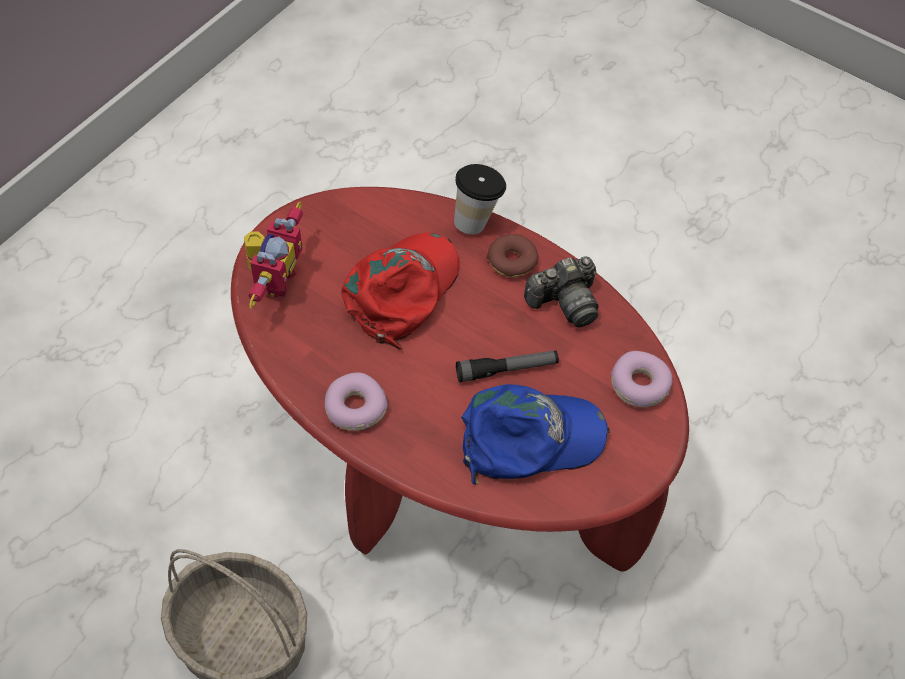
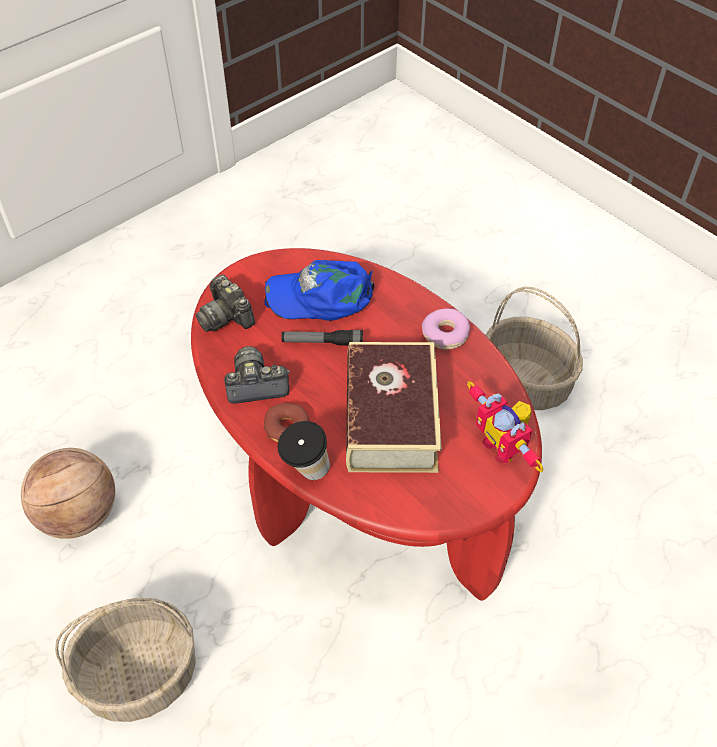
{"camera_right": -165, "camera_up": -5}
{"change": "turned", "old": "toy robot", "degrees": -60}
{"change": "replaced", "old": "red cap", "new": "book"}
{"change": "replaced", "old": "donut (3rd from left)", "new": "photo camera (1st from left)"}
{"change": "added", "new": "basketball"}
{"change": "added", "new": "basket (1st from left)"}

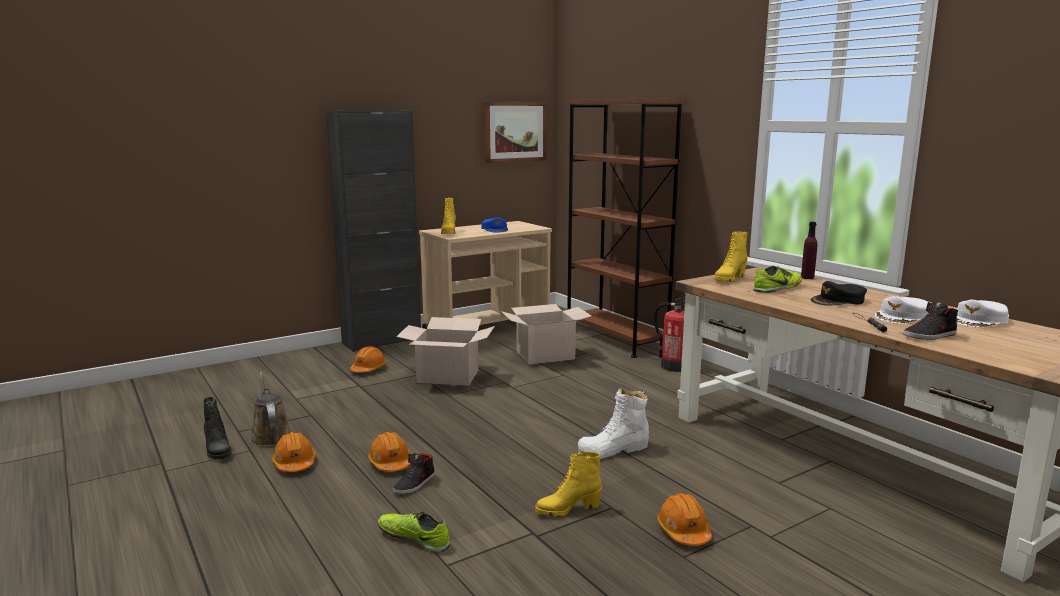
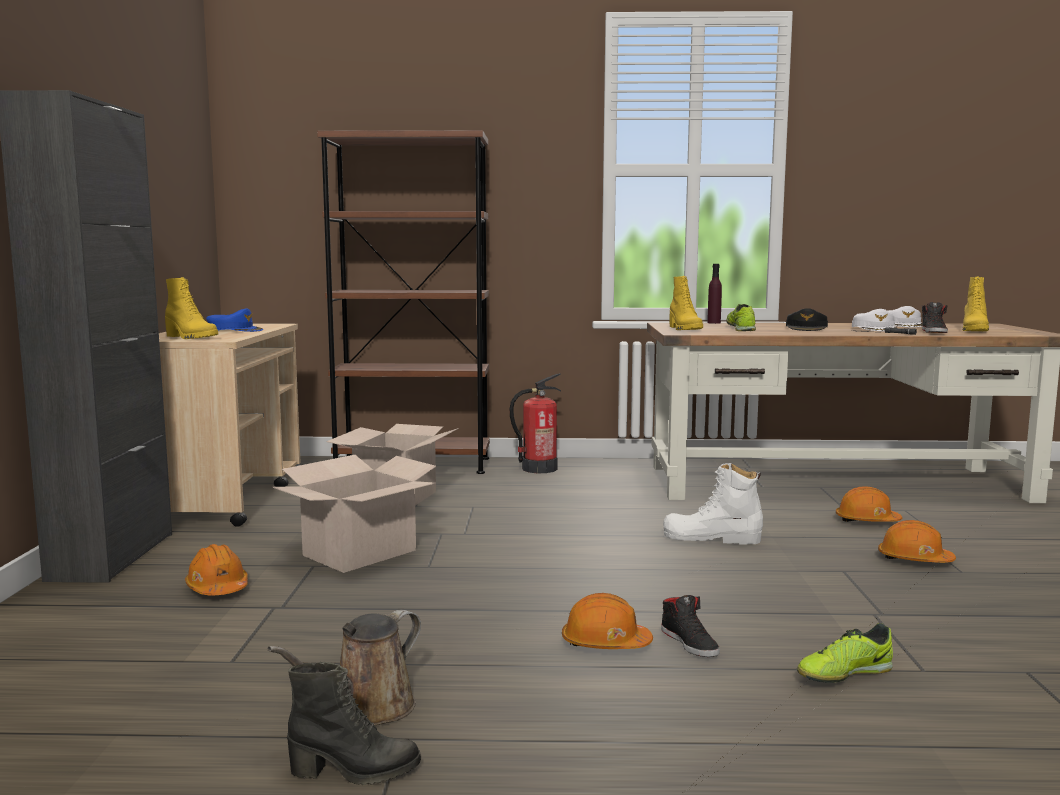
{"camera_right": -55, "camera_up": -5}
{"change": "removed", "old": "picture"}
{"change": "turned", "old": "brown watering can", "degrees": -60}
{"change": "turned", "old": "white boot", "degrees": 90}
{"change": "moved", "old": "orange hard hat (1st from left in the first image)", "new": "orange hard hat (3rd from left)"}
{"change": "moved", "old": "yellow boot (2nd from left in the first image)", "new": "yellow boot (3rd from left)"}

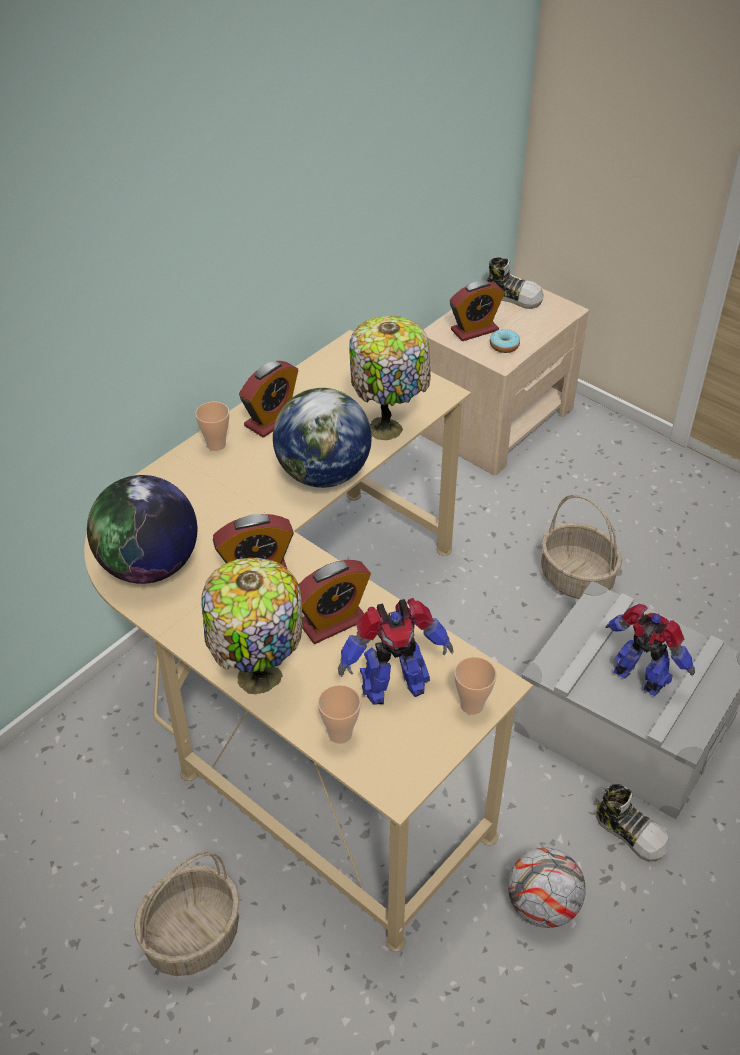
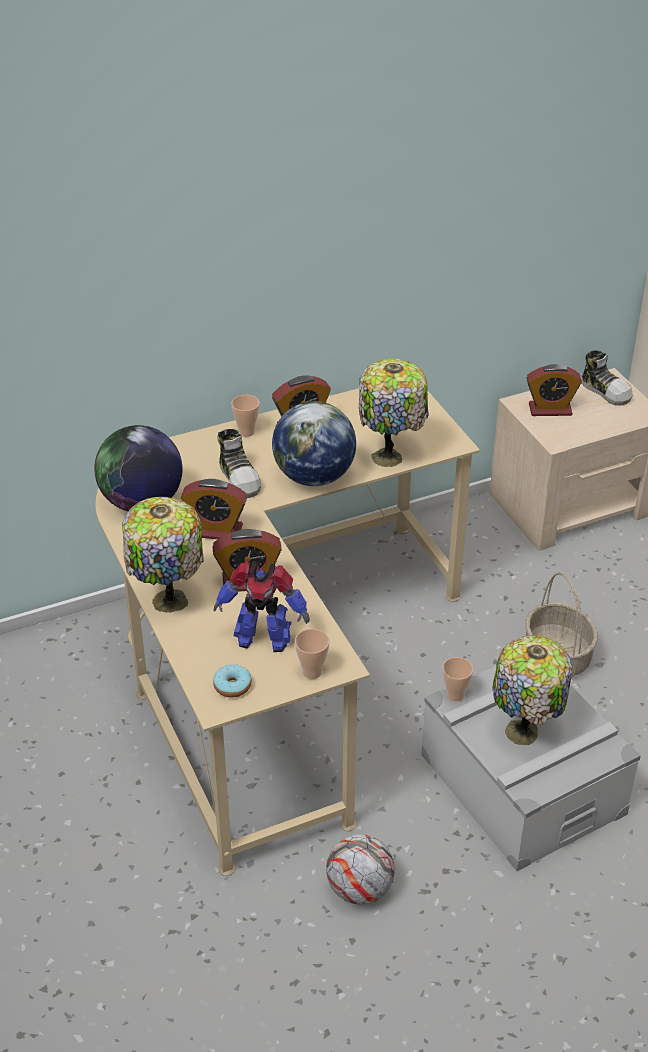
{"camera_right": 25, "camera_up": -5}
{"change": "moved", "old": "donut"}
{"change": "replaced", "old": "toy robot (2nd from left)", "new": "table lamp (3rd from left)"}
{"change": "moved", "old": "cup (2nd from left in the first image)", "new": "cup (3rd from left)"}
{"change": "moved", "old": "shoe (2nd from left in the first image)", "new": "shoe (1st from left)"}
{"change": "removed", "old": "basket (1st from left)"}

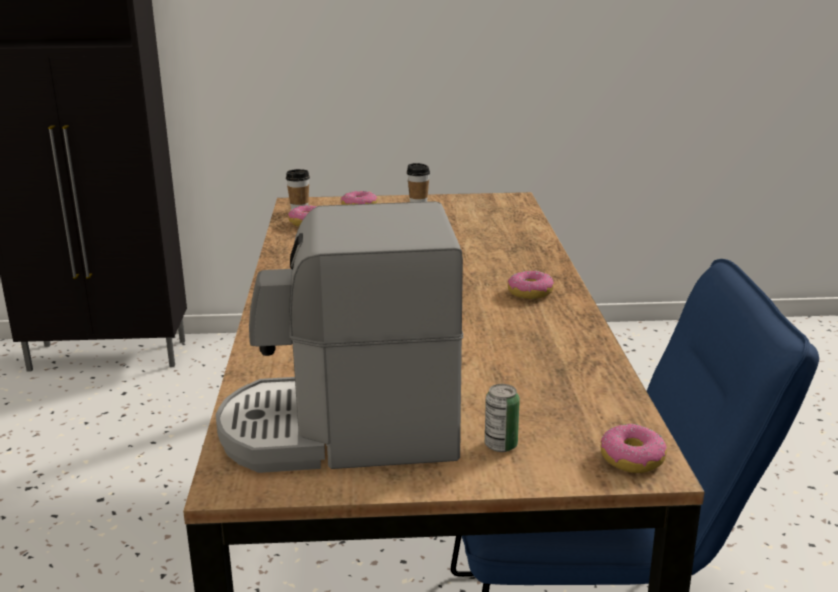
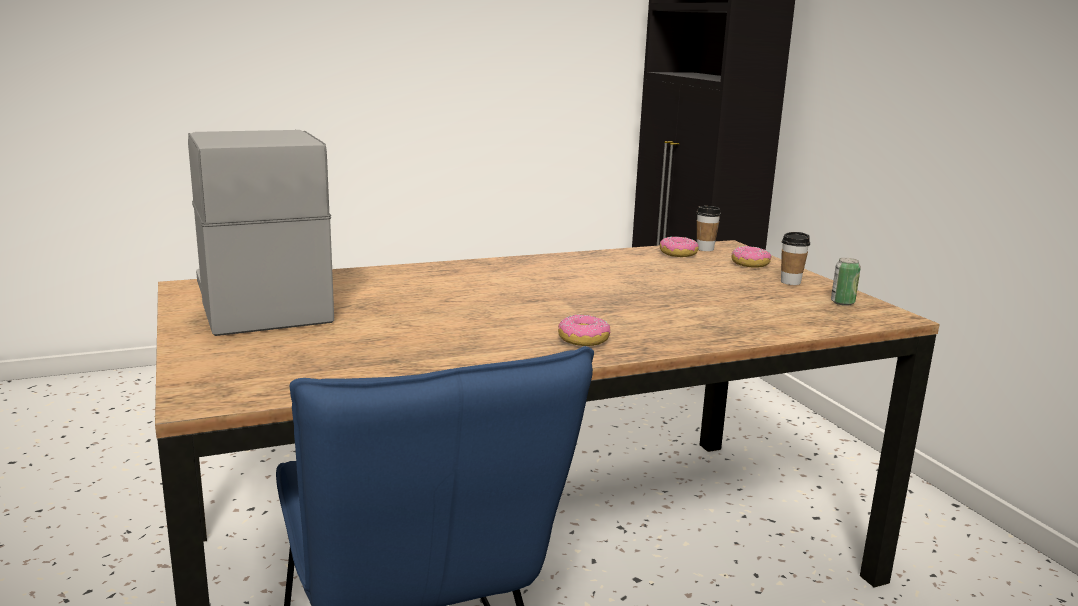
{"camera_right": 70, "camera_up": -5}
{"change": "moved", "old": "can"}
{"change": "removed", "old": "donut (4th from left)"}

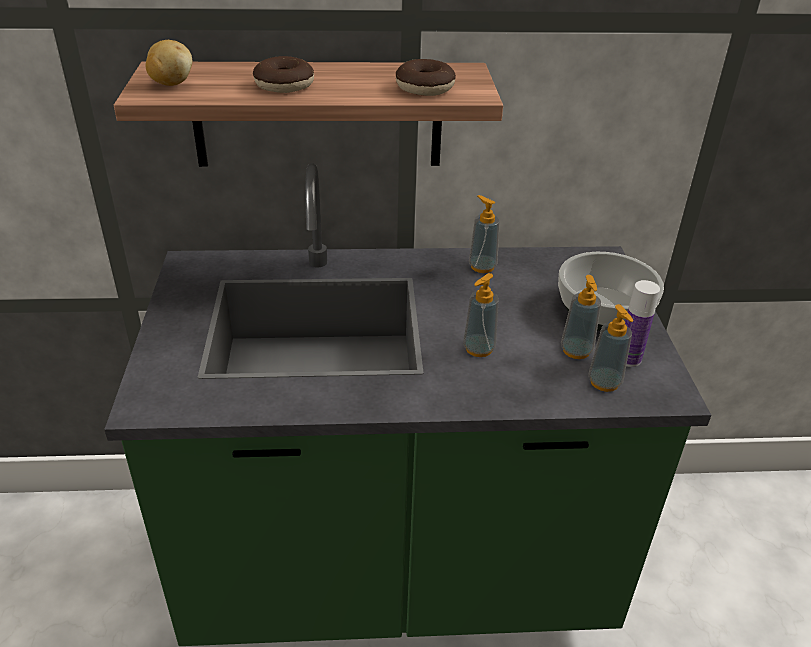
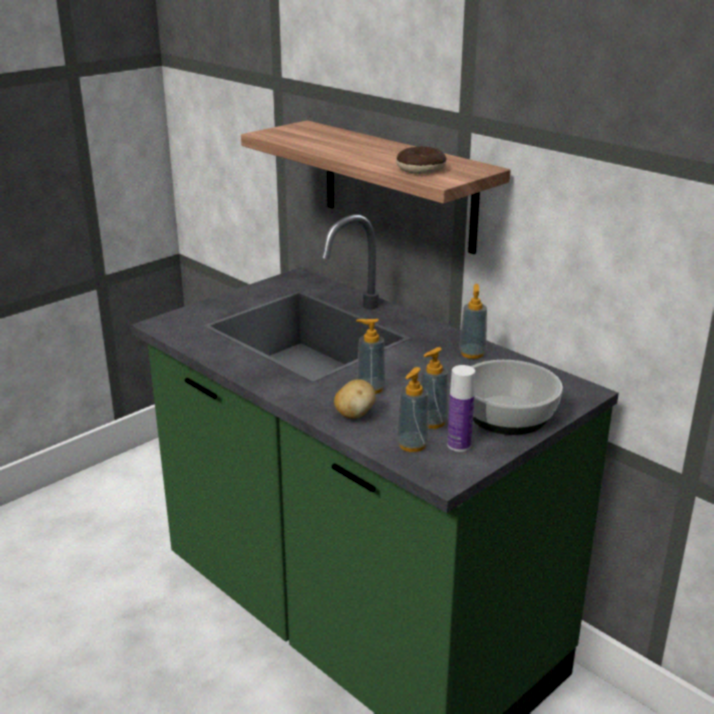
{"camera_right": 50, "camera_up": -10}
{"change": "moved", "old": "potato"}
{"change": "removed", "old": "donut (1st from left)"}

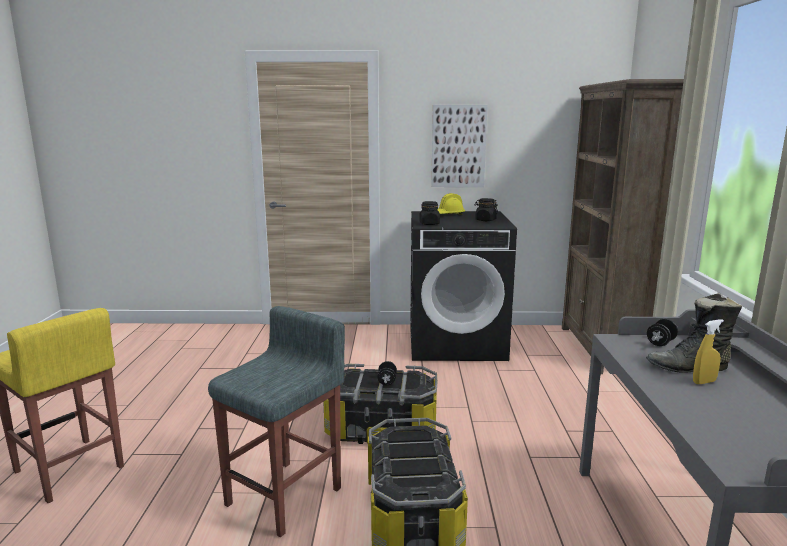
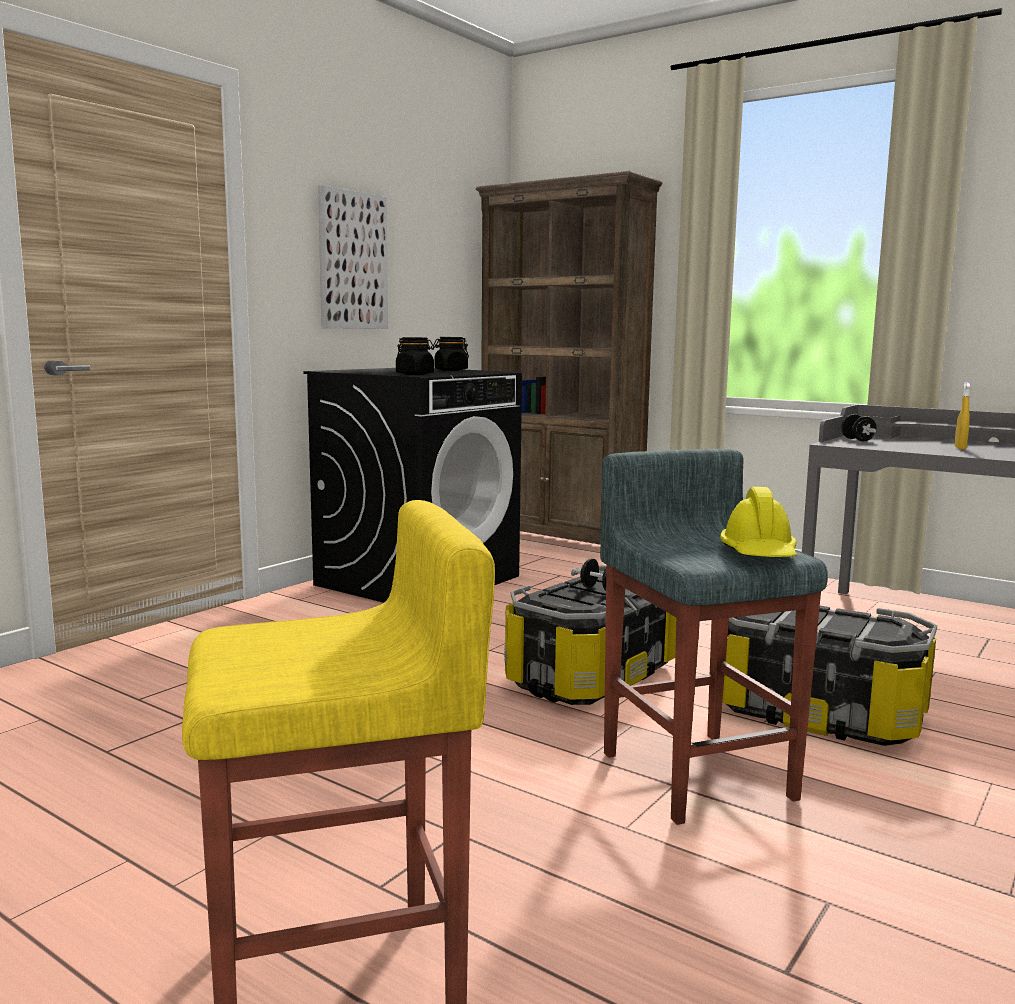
{"camera_right": -55, "camera_up": -5}
{"change": "moved", "old": "yellow hard hat"}
{"change": "removed", "old": "black boot"}

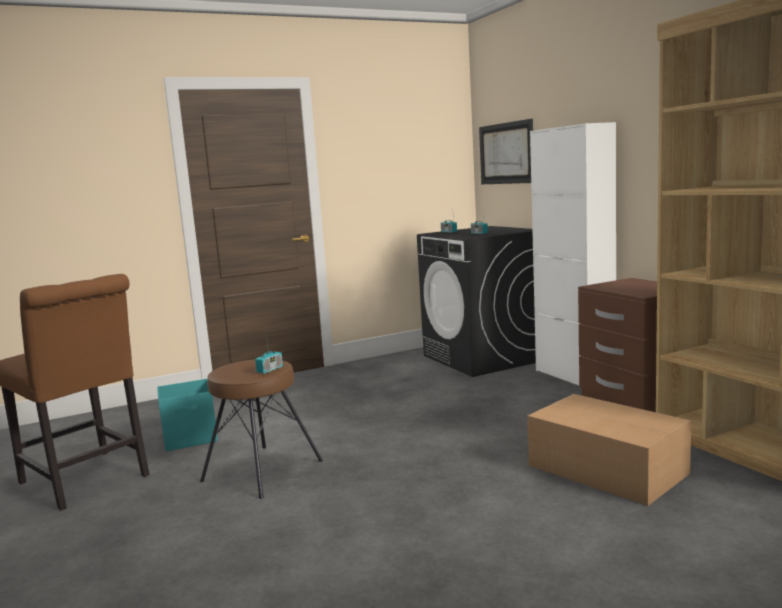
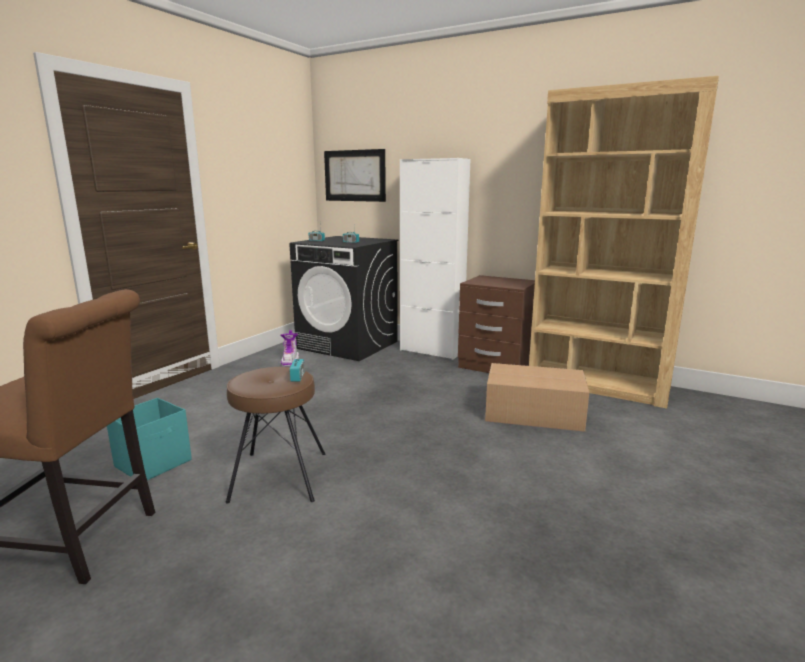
{"camera_right": -35, "camera_up": 5}
{"change": "added", "new": "boot"}

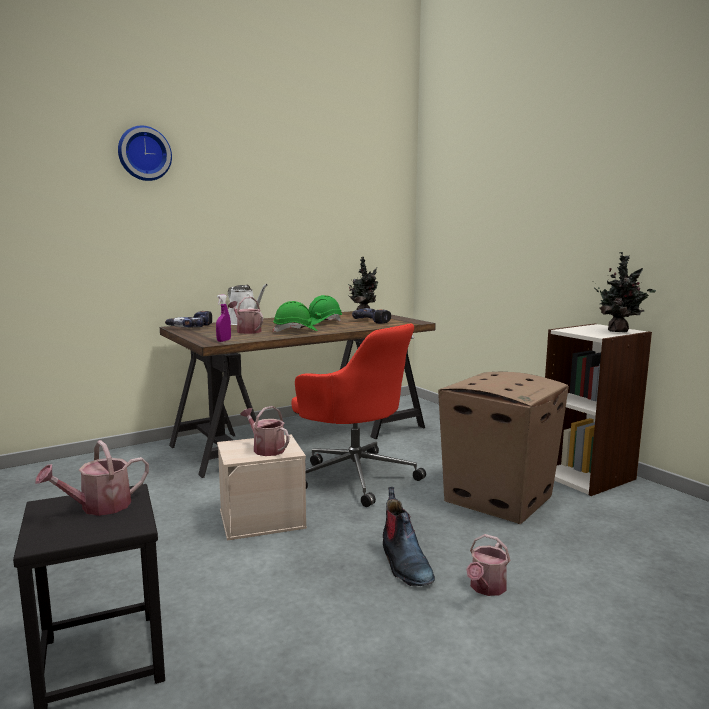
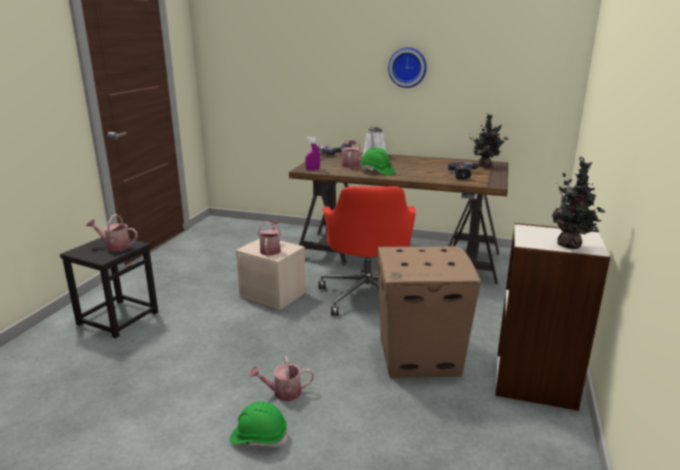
{"camera_right": 50, "camera_up": 10}
{"change": "moved", "old": "wall clock"}
{"change": "moved", "old": "green hard hat (2nd from left in the first image)", "new": "green hard hat (1st from left)"}
{"change": "removed", "old": "boot"}

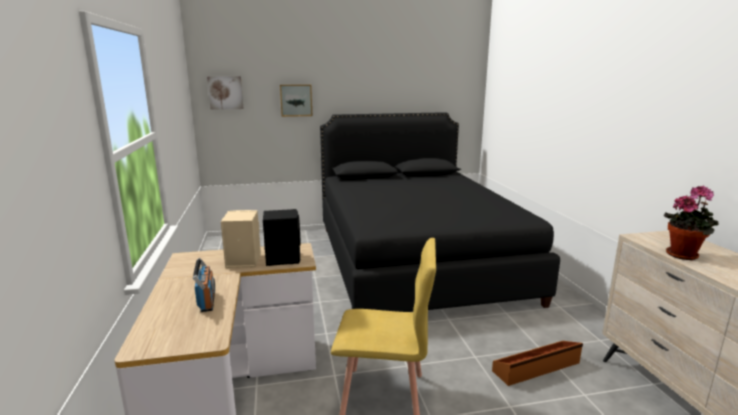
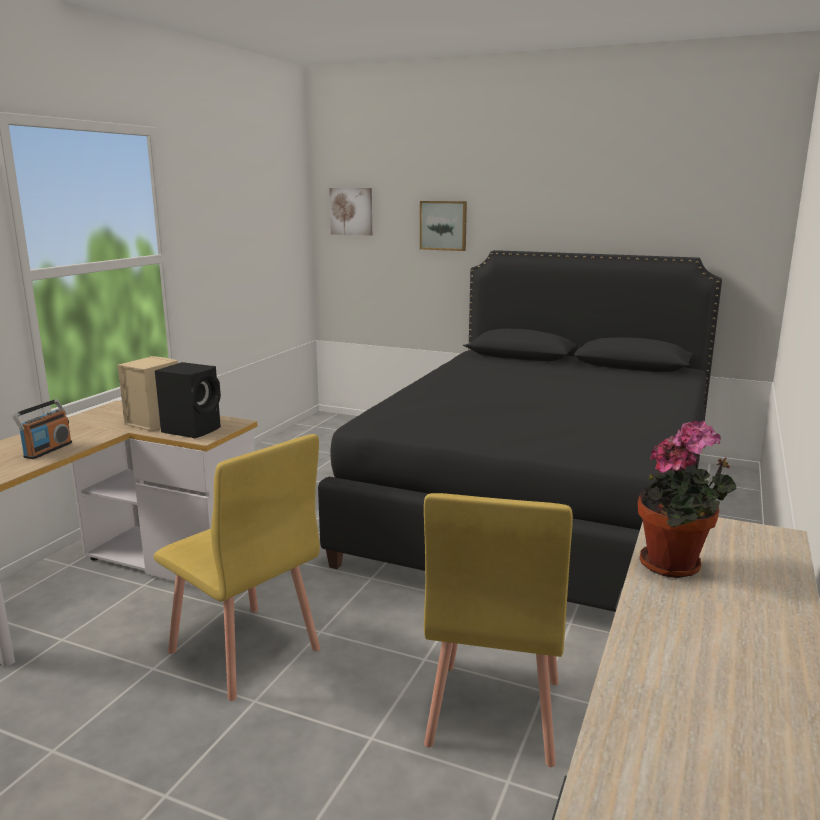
{"camera_right": 35, "camera_up": 0}
{"change": "replaced", "old": "brown storage box", "new": "yellow chair (2nd from left)"}

